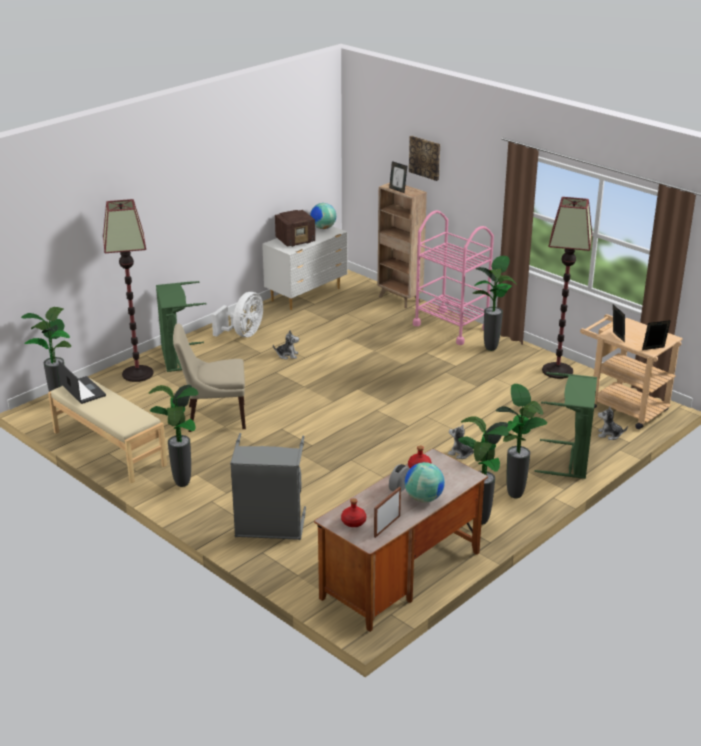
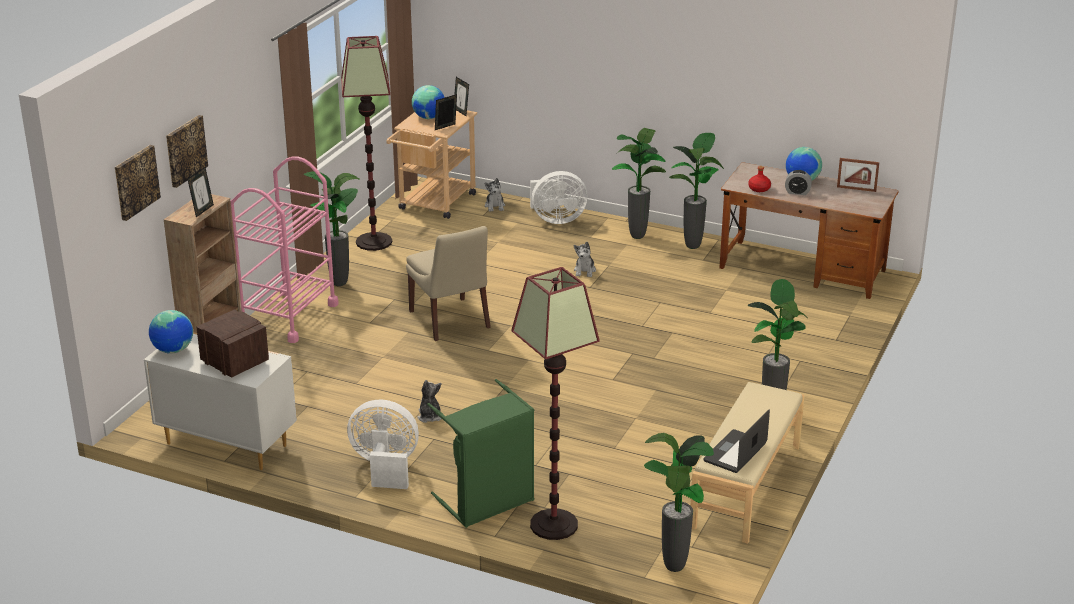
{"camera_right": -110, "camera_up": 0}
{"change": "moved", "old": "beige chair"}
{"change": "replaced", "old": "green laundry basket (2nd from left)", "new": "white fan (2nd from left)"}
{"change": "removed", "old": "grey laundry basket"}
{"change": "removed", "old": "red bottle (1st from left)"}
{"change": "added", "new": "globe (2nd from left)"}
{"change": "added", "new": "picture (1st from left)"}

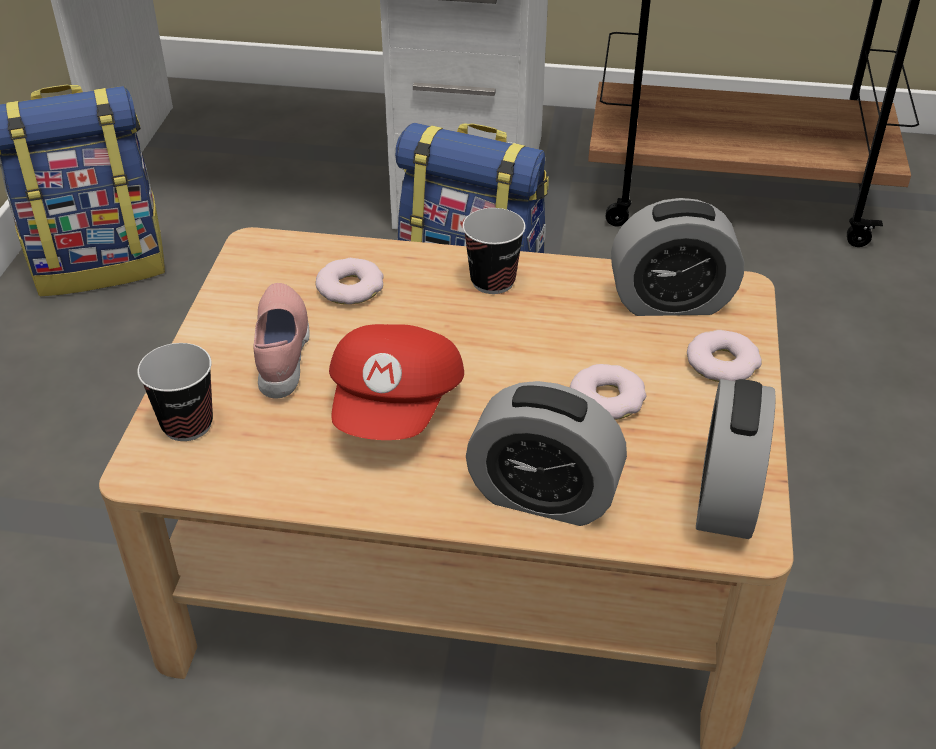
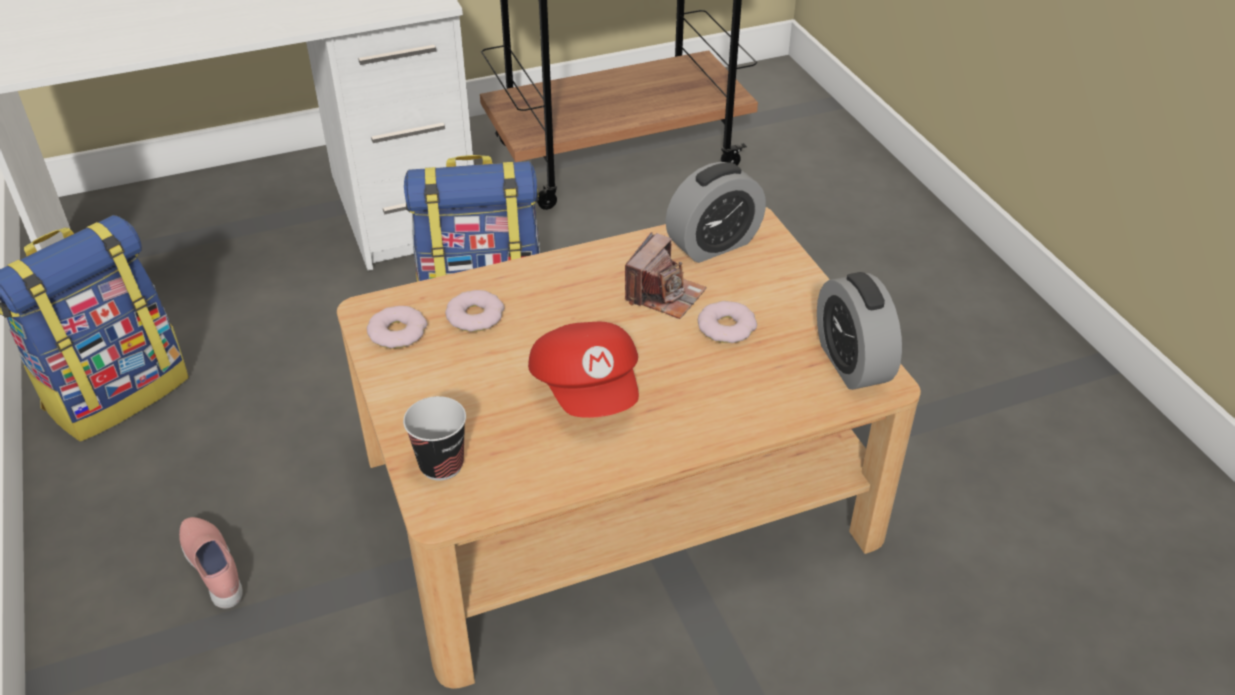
{"camera_right": -30, "camera_up": 0}
{"change": "removed", "old": "cup (2nd from left)"}
{"change": "moved", "old": "pink shoe"}
{"change": "moved", "old": "donut (3rd from left in the first image)", "new": "donut (1st from left)"}
{"change": "removed", "old": "alarm clock (1st from left)"}
{"change": "added", "new": "photo camera"}

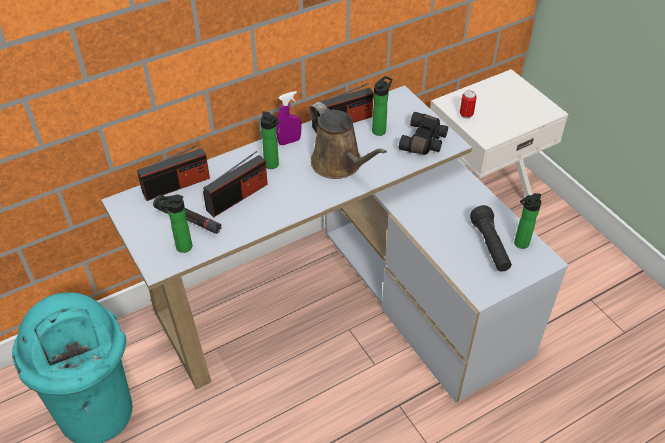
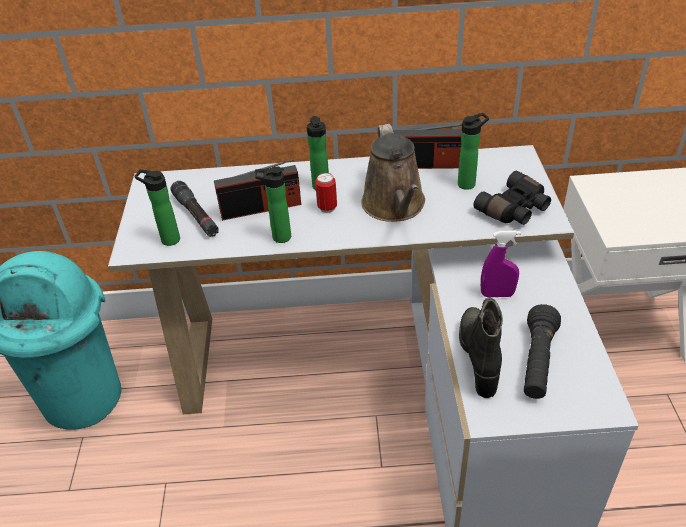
{"camera_right": 30, "camera_up": -5}
{"change": "moved", "old": "can"}
{"change": "moved", "old": "purple spray bottle"}
{"change": "removed", "old": "radio (1st from left)"}
{"change": "moved", "old": "bottle (4th from left in the first image)", "new": "bottle (2nd from left)"}
{"change": "added", "new": "black boot"}

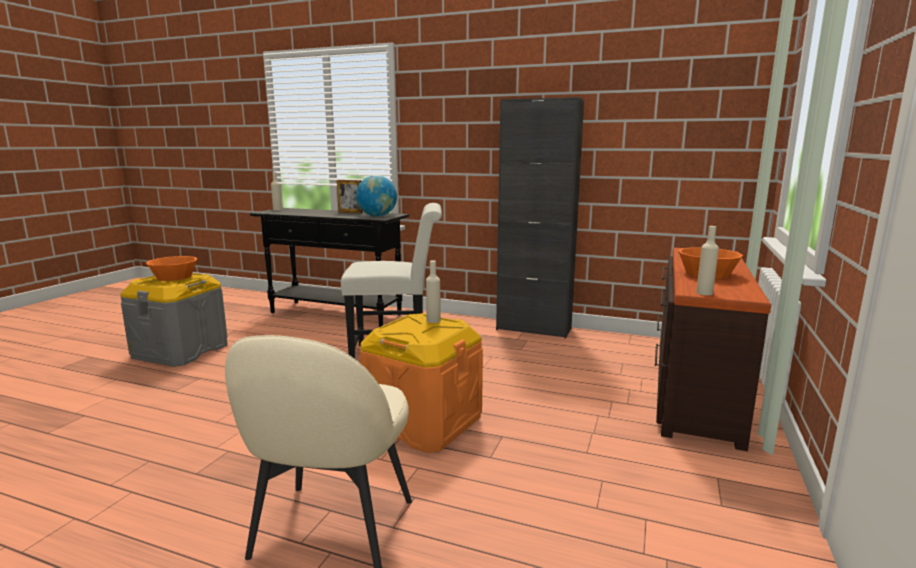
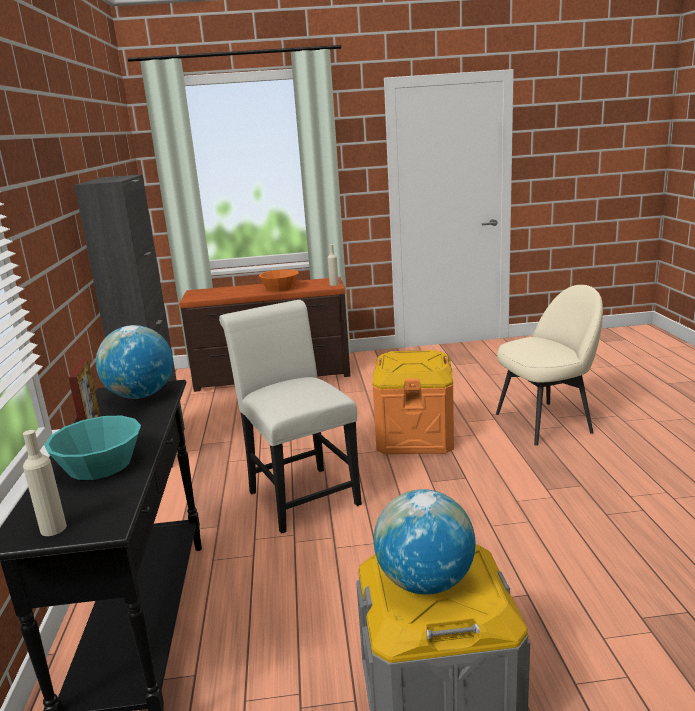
{"camera_right": -115, "camera_up": 5}
{"change": "replaced", "old": "orange bowl (1st from left)", "new": "globe (2nd from left)"}
{"change": "removed", "old": "beige bottle (2nd from left)"}
{"change": "added", "new": "turquoise bowl"}

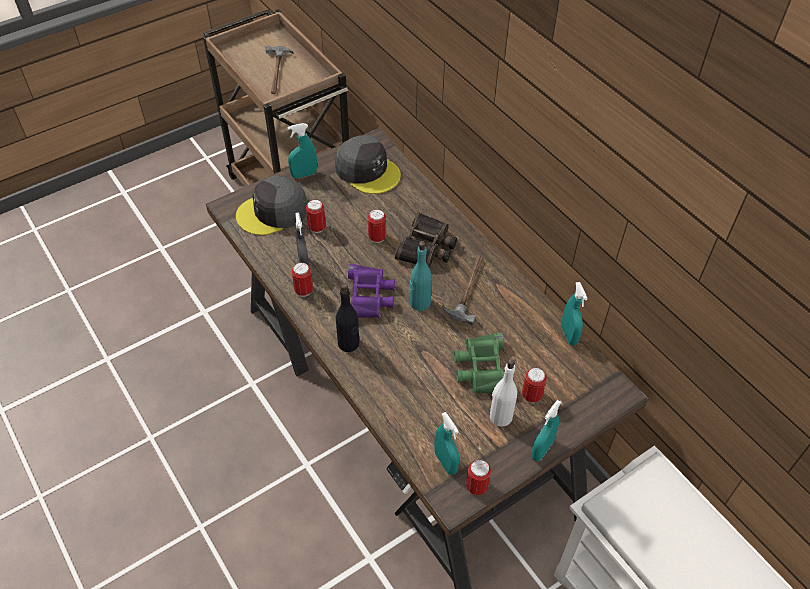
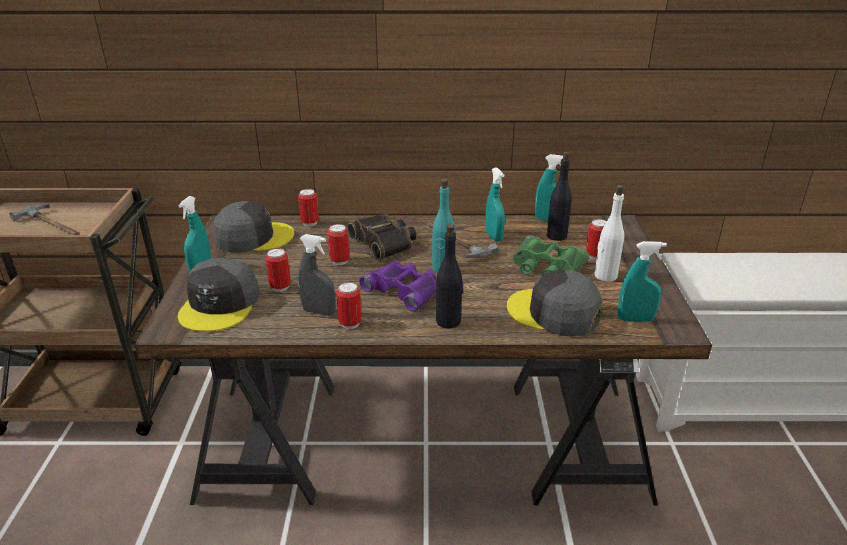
{"camera_right": -55, "camera_up": -20}
{"change": "moved", "old": "turquoise spray bottle (3rd from left in the first image)", "new": "turquoise spray bottle (2nd from left)"}
{"change": "moved", "old": "can (4th from left in the first image)", "new": "can (2nd from left)"}
{"change": "added", "new": "black bottle (2nd from left)"}
{"change": "added", "new": "grey cap (3rd from left)"}

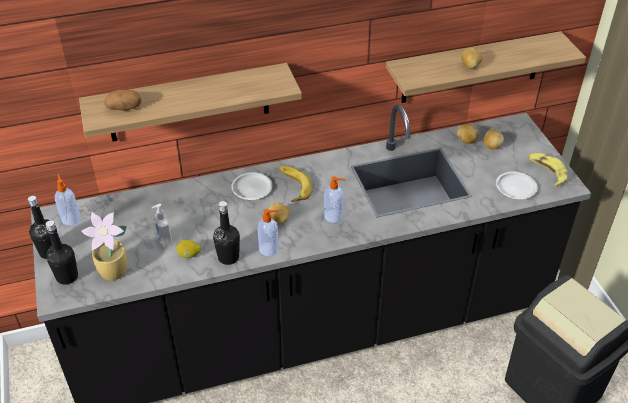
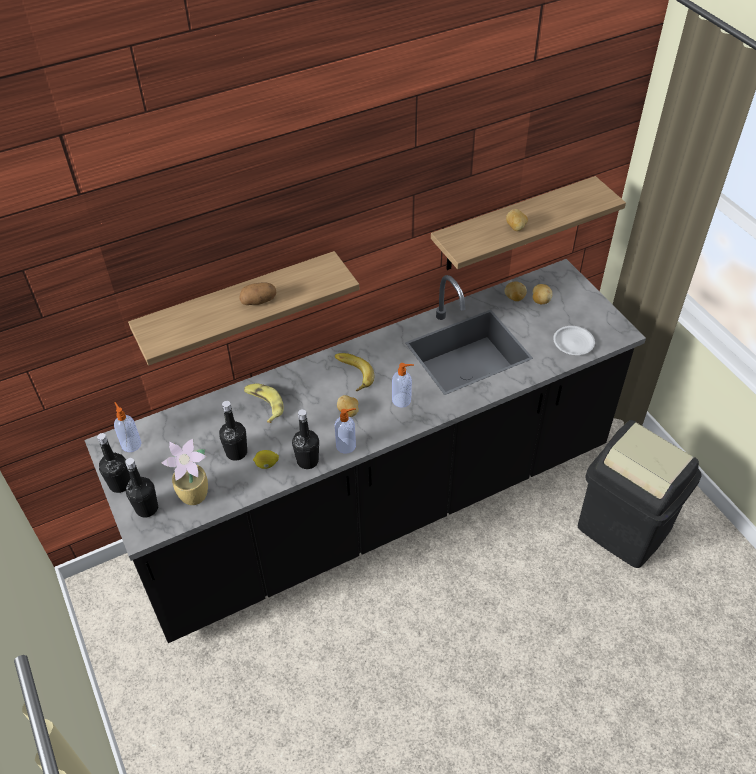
{"camera_right": -10, "camera_up": 5}
{"change": "moved", "old": "potato (1st from left)"}
{"change": "moved", "old": "banana (2nd from left in the first image)", "new": "banana (1st from left)"}
{"change": "removed", "old": "white plate (1st from left)"}
{"change": "replaced", "old": "soap dispenser (2nd from left)", "new": "black bottle (3rd from left)"}

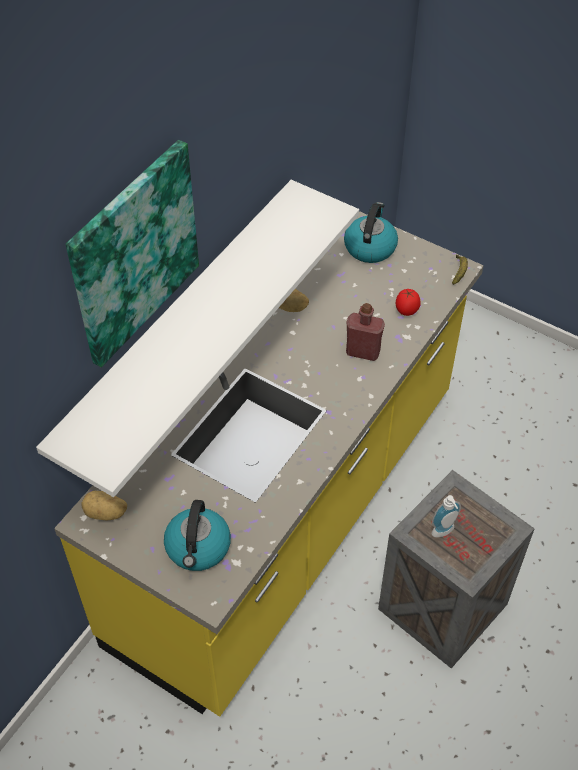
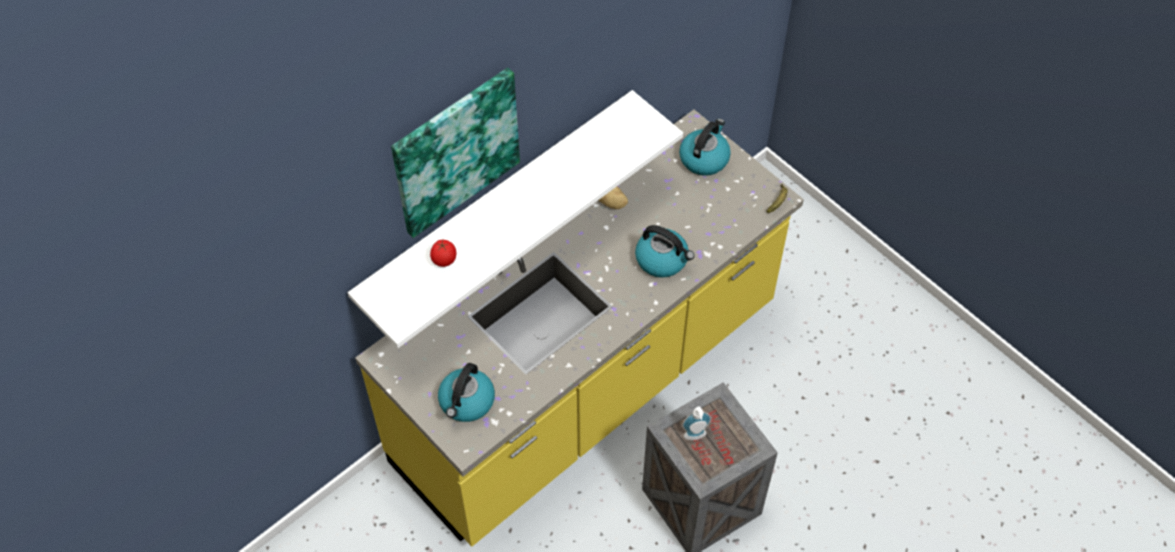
{"camera_right": 15, "camera_up": 5}
{"change": "moved", "old": "tomato"}
{"change": "replaced", "old": "red bottle", "new": "kettle (2nd from left)"}
{"change": "removed", "old": "potato (1st from left)"}

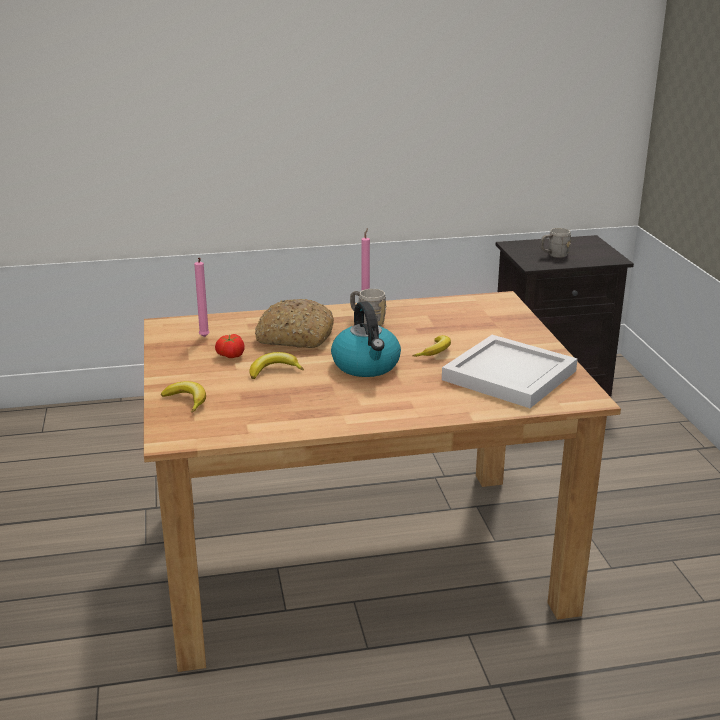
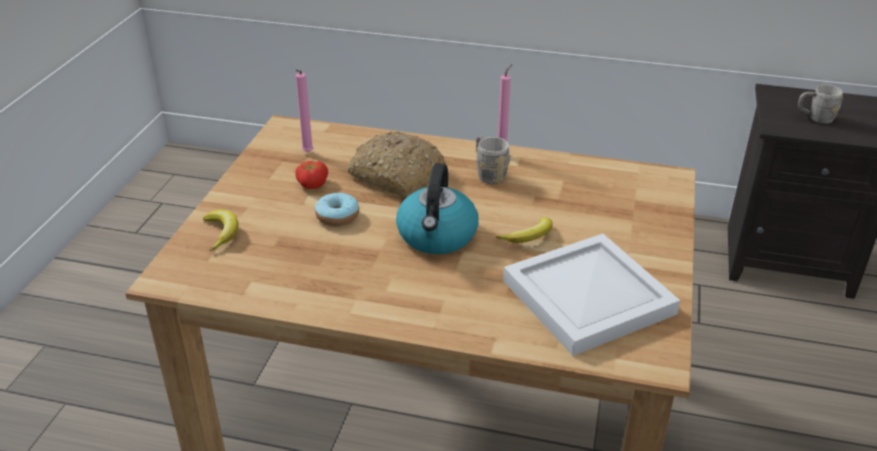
{"camera_right": 25, "camera_up": 10}
{"change": "replaced", "old": "banana (2nd from left)", "new": "donut"}

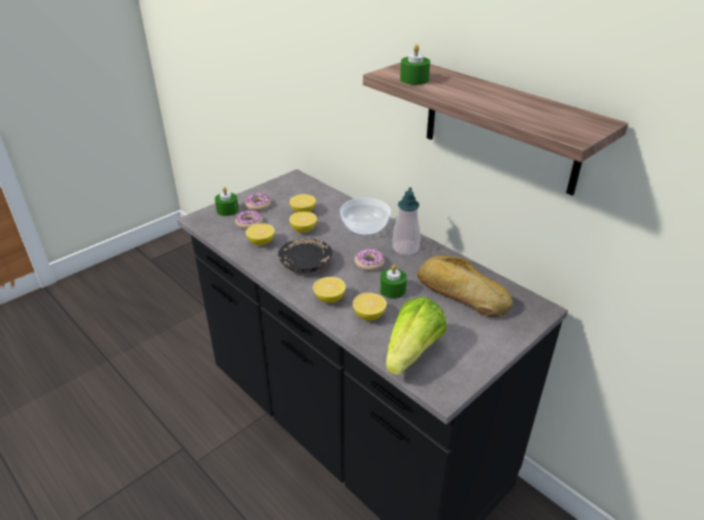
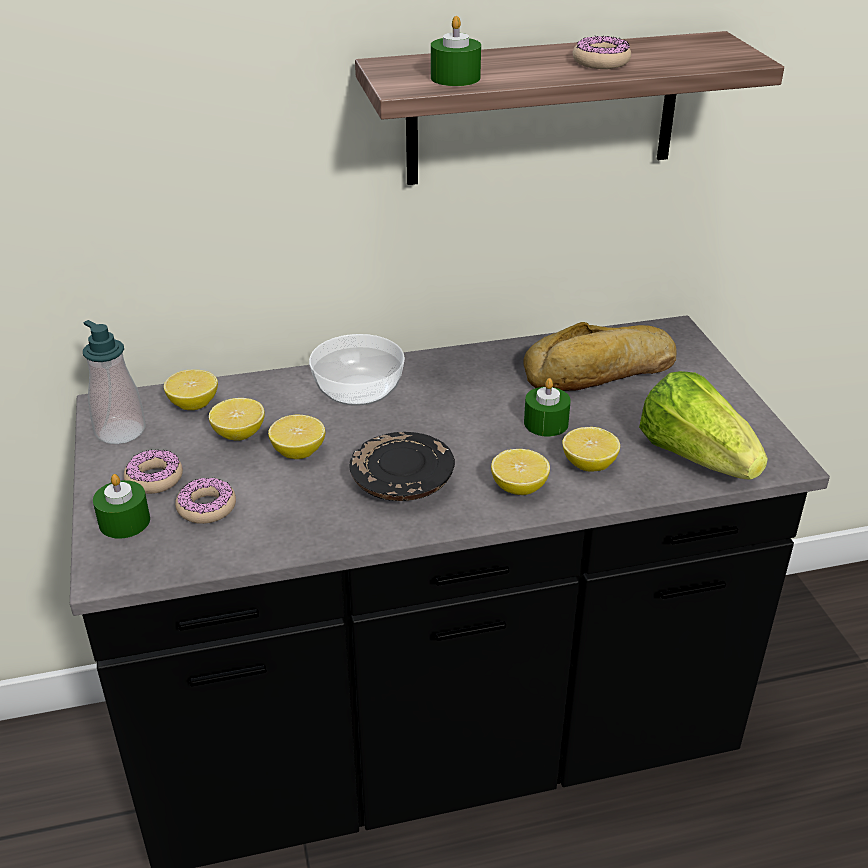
{"camera_right": -60, "camera_up": 0}
{"change": "moved", "old": "soap dispenser"}
{"change": "moved", "old": "lemon (1st from left)"}
{"change": "moved", "old": "donut (3rd from left)"}

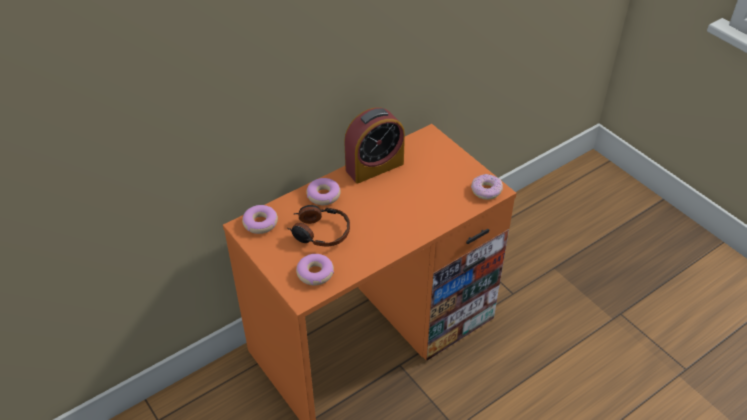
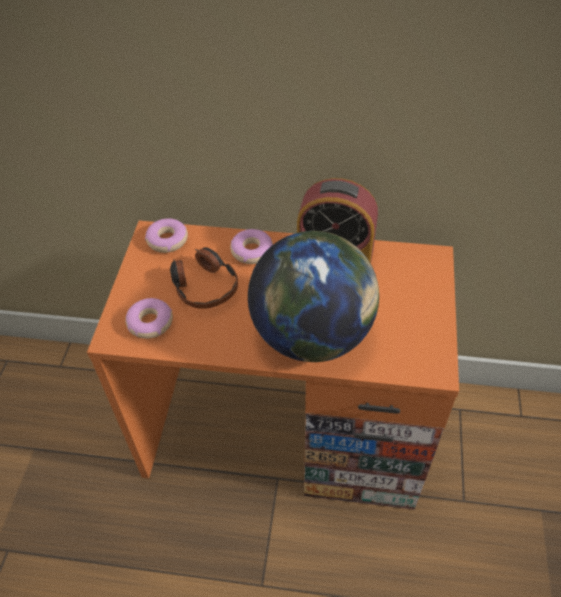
{"camera_right": 45, "camera_up": 5}
{"change": "removed", "old": "donut (4th from left)"}
{"change": "added", "new": "globe"}

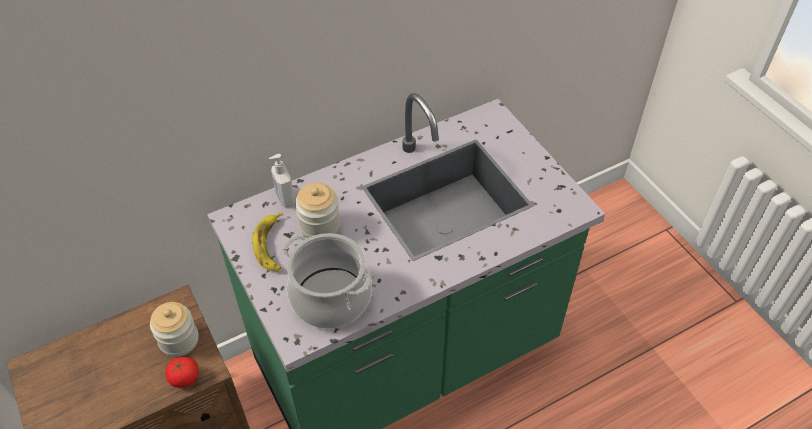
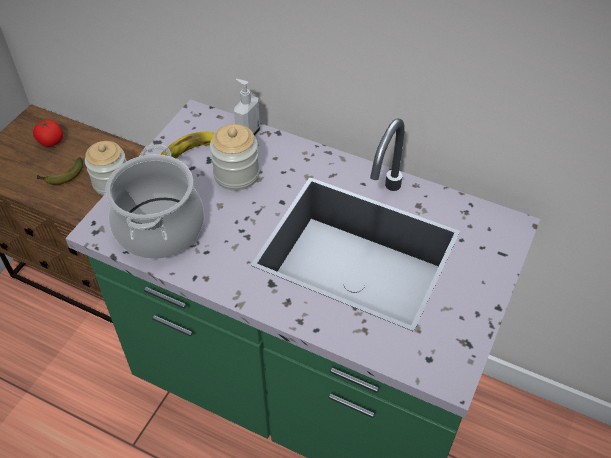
{"camera_right": 55, "camera_up": 0}
{"change": "moved", "old": "tomato"}
{"change": "added", "new": "banana (1st from left)"}

